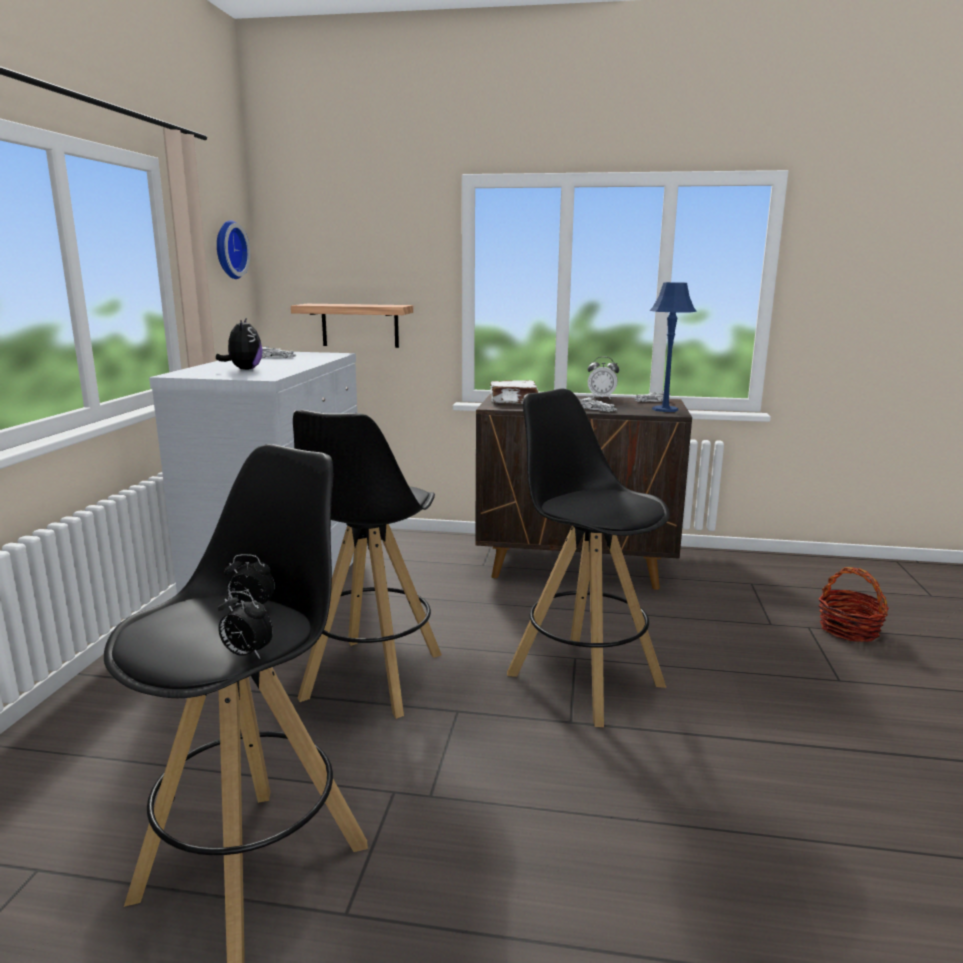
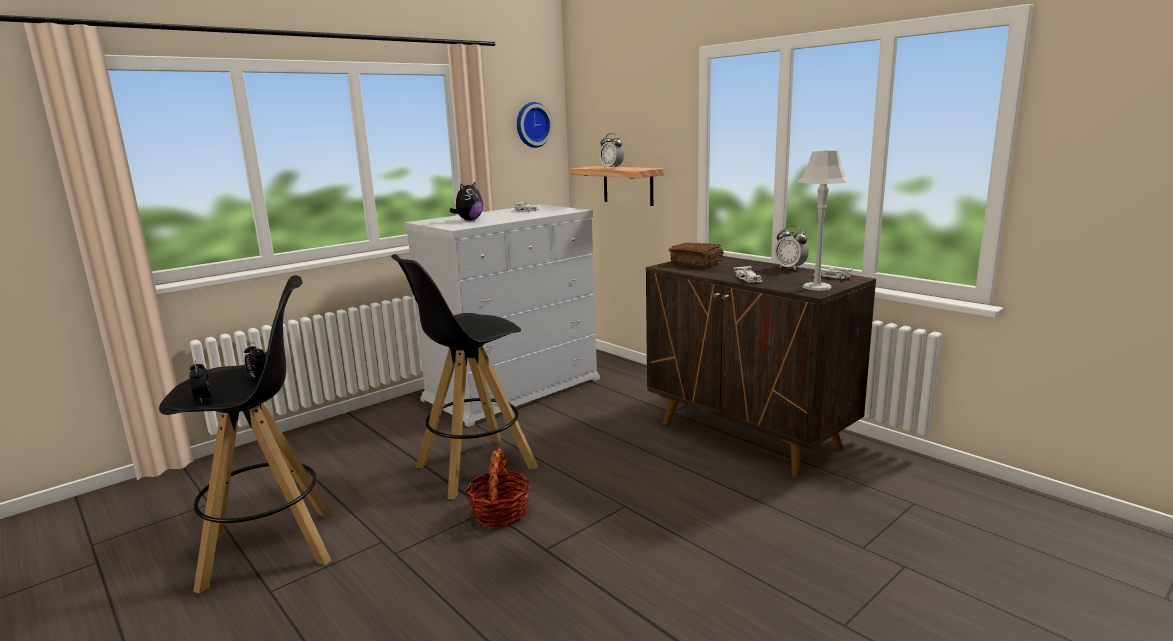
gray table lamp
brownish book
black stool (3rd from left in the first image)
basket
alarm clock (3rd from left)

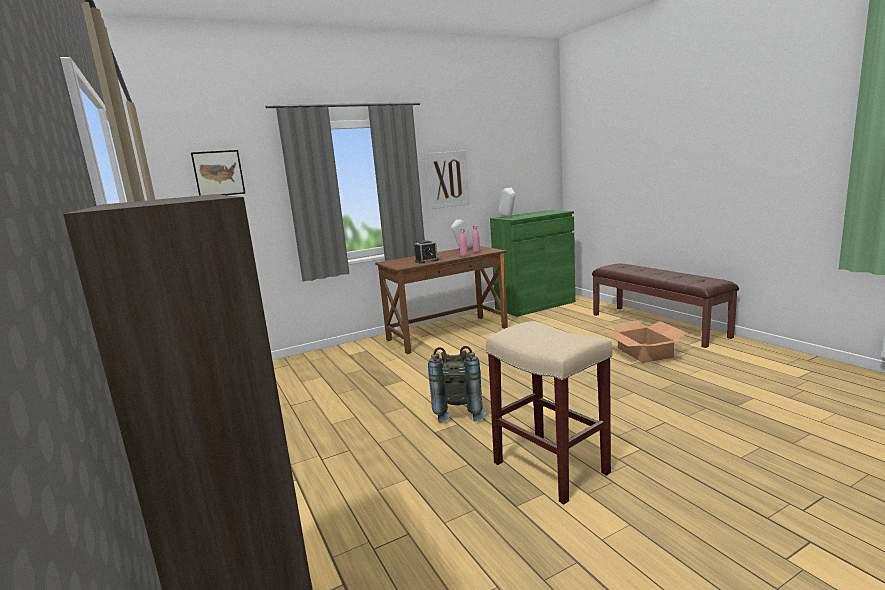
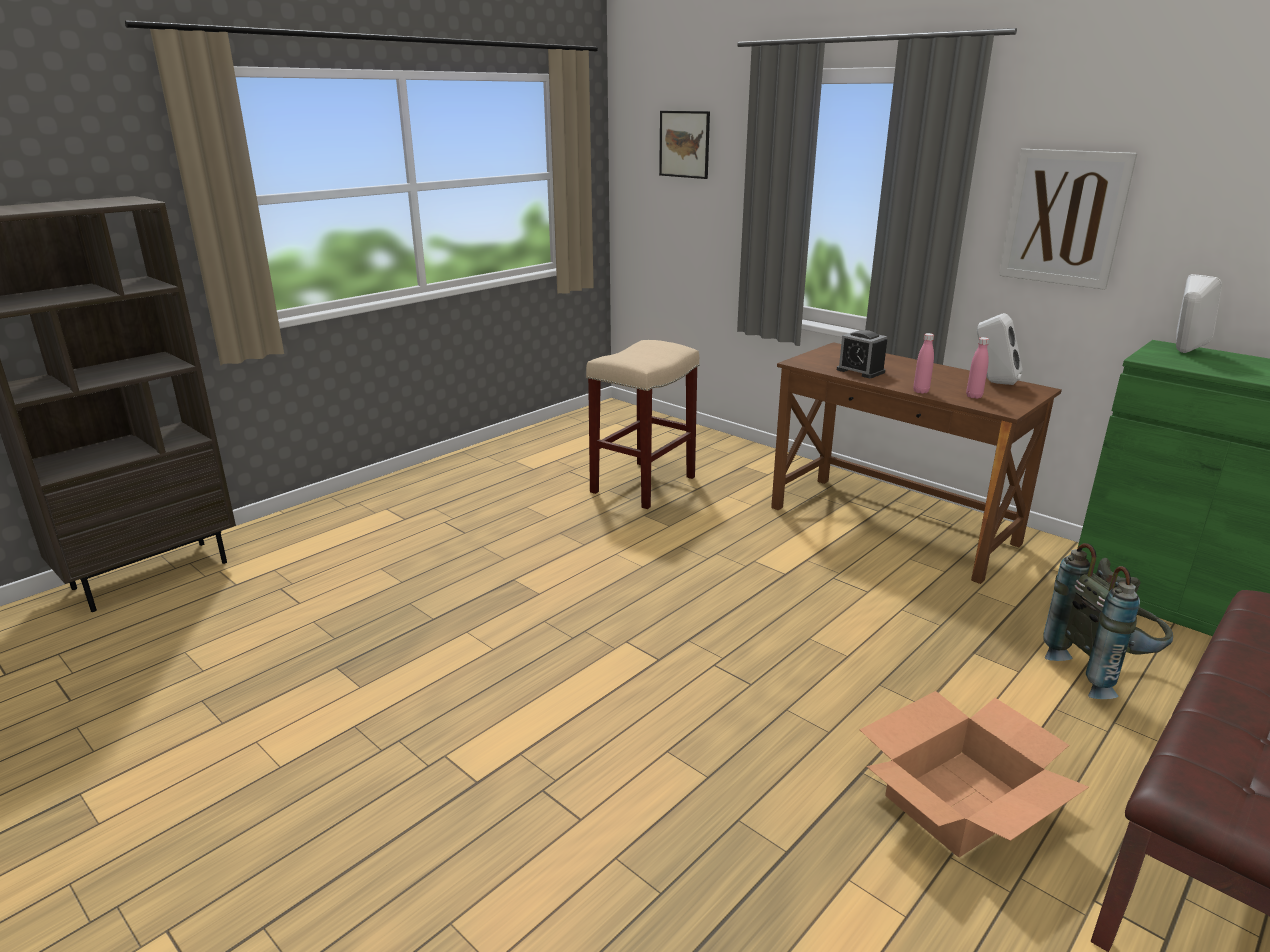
beige-coloured stool
gray rucksack

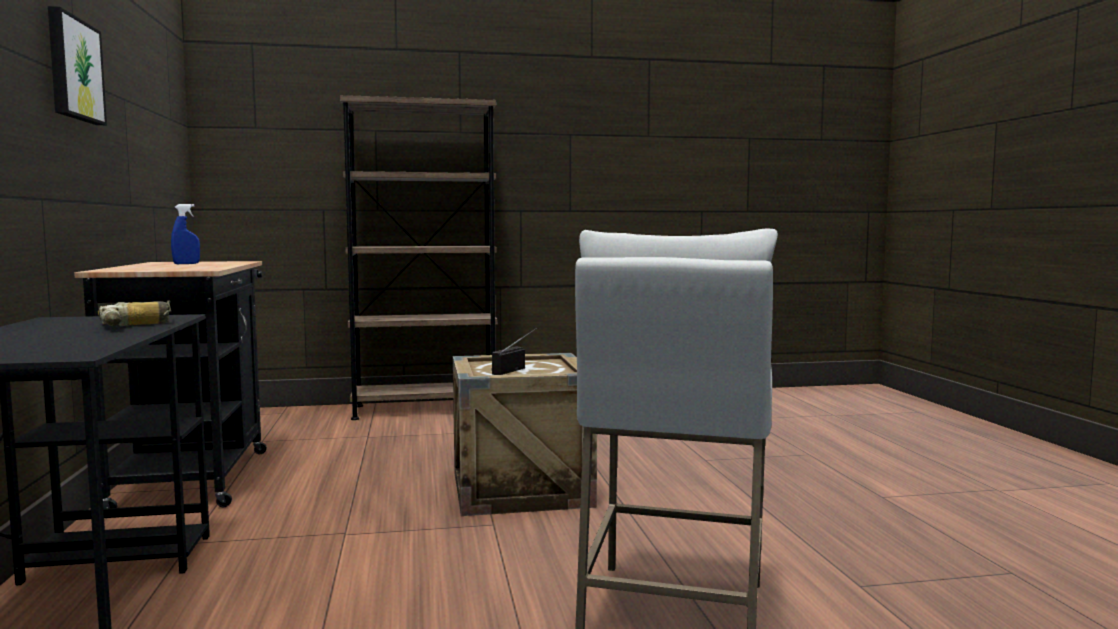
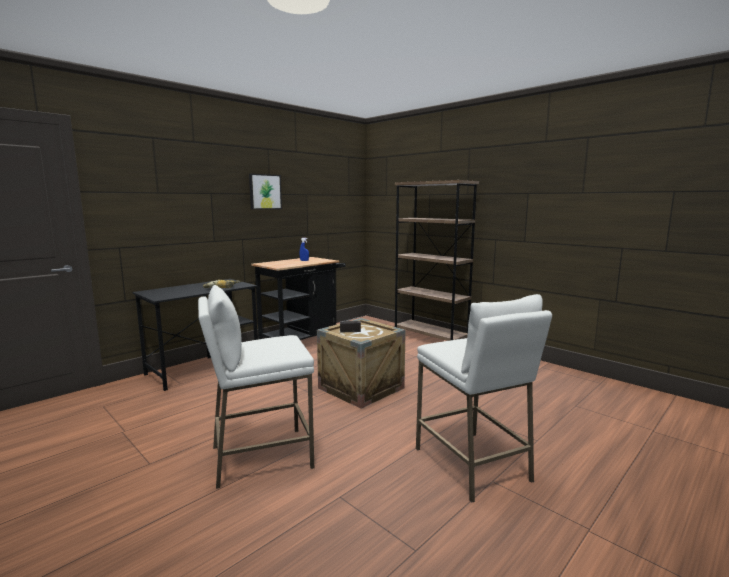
white-coloured stool (2nd from left)

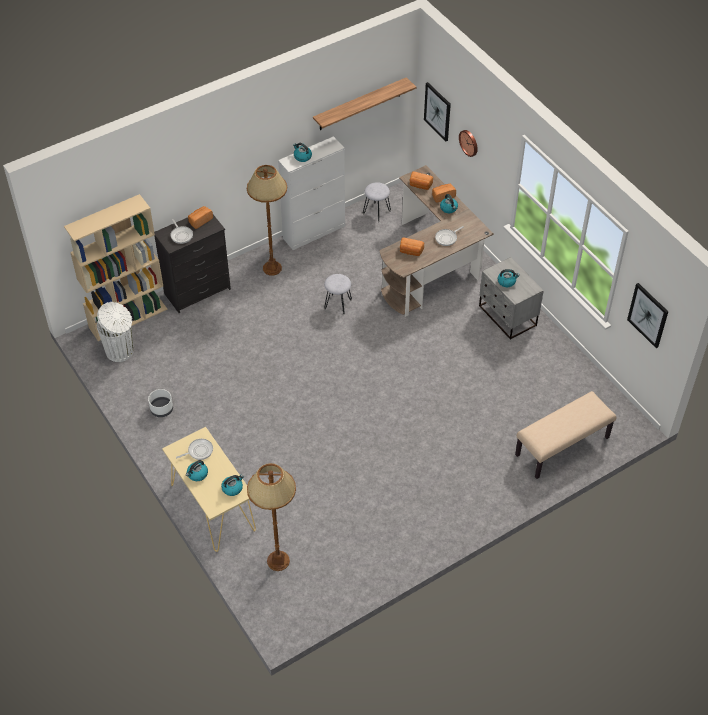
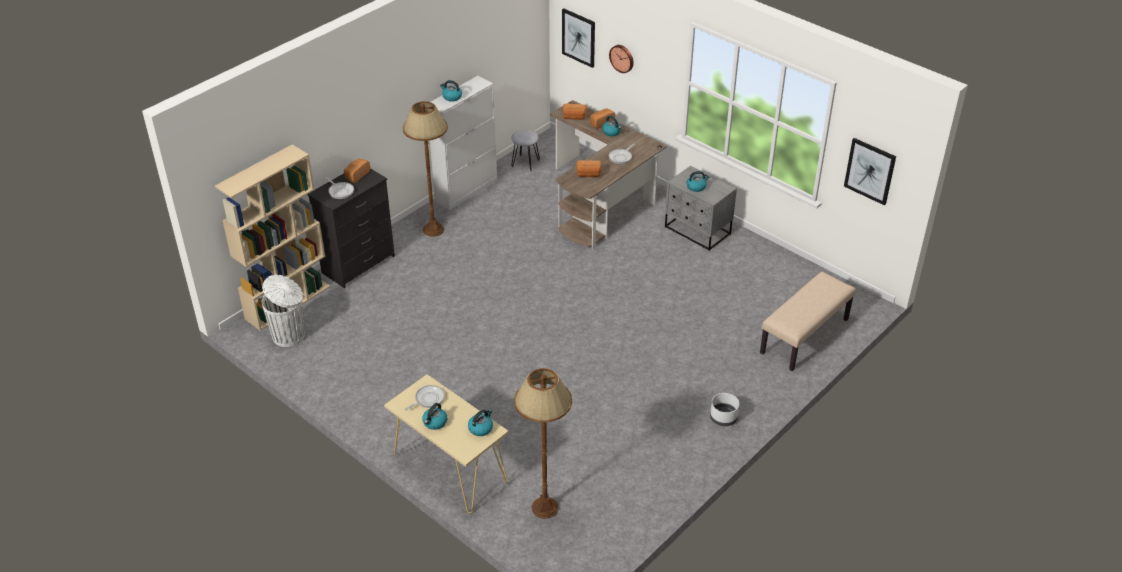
bracket shelf
gray stool (1st from left in the first image)
white-coloured flower pot

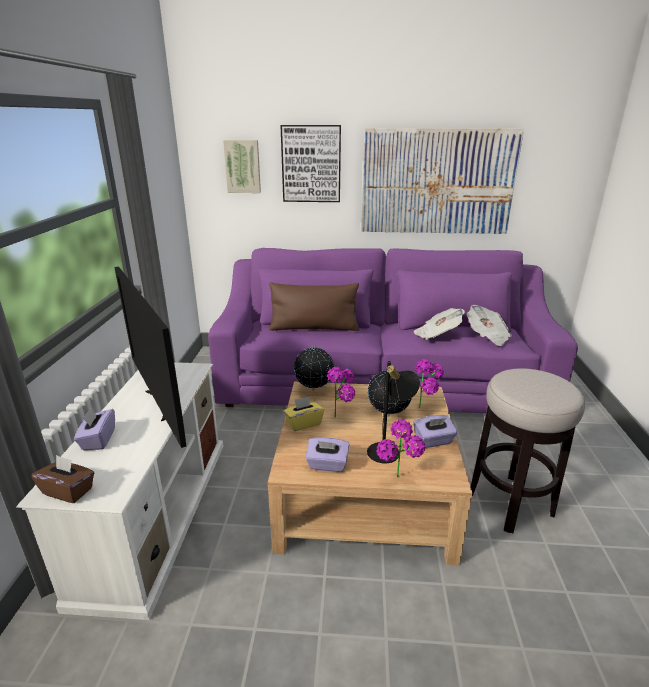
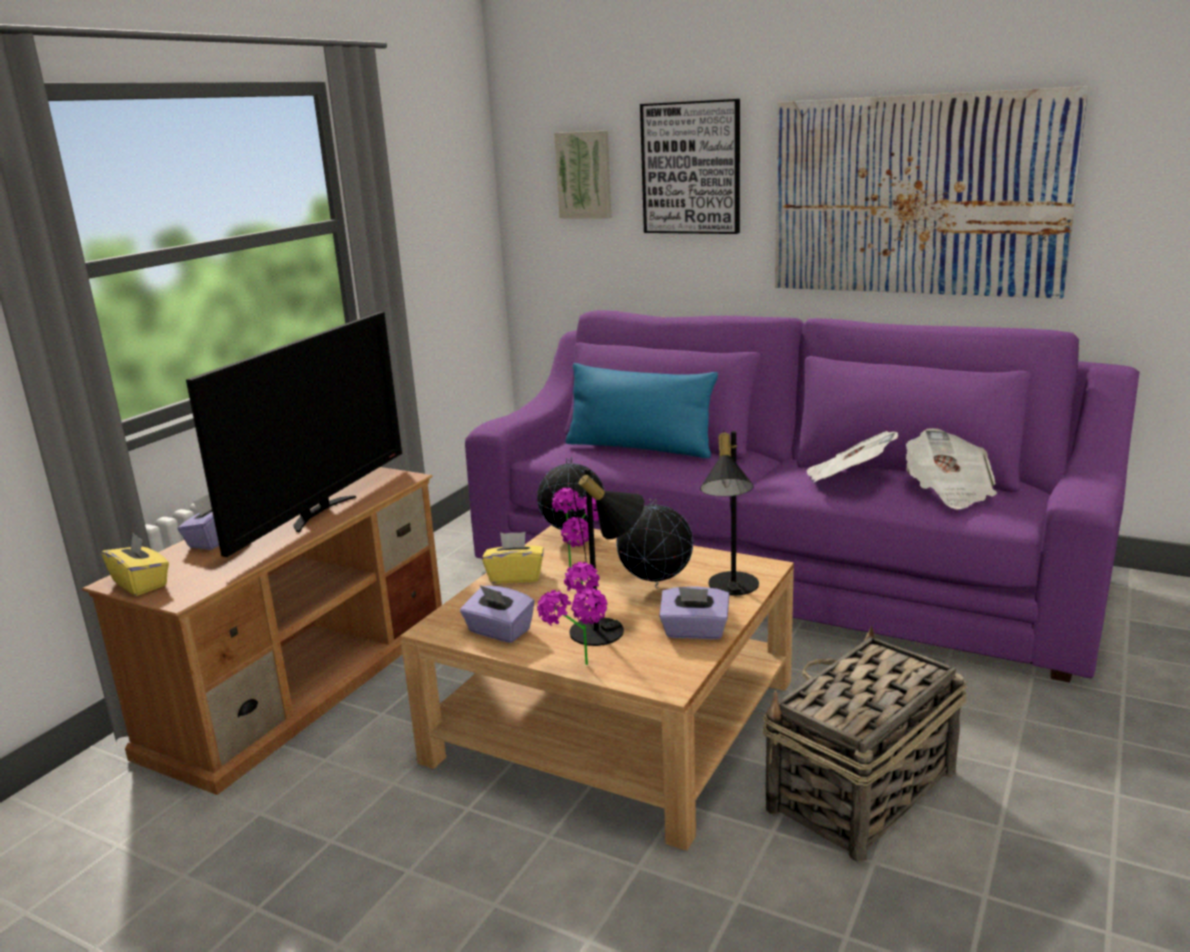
television
blue pillow
black table lamp (2nd from left)
brownish tv stand
basket
yellow tissue box (1st from left)

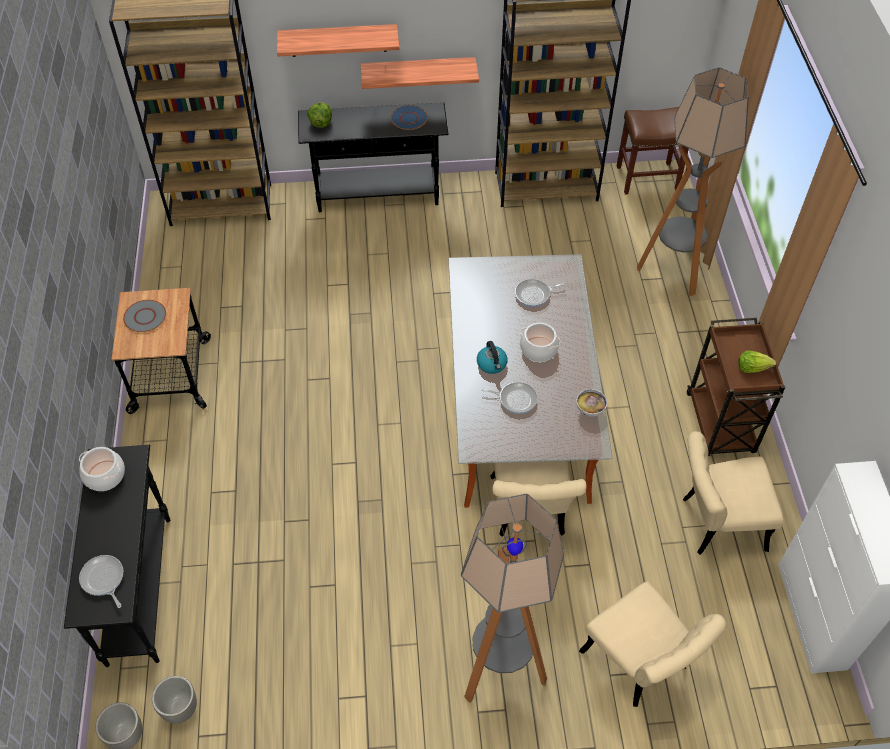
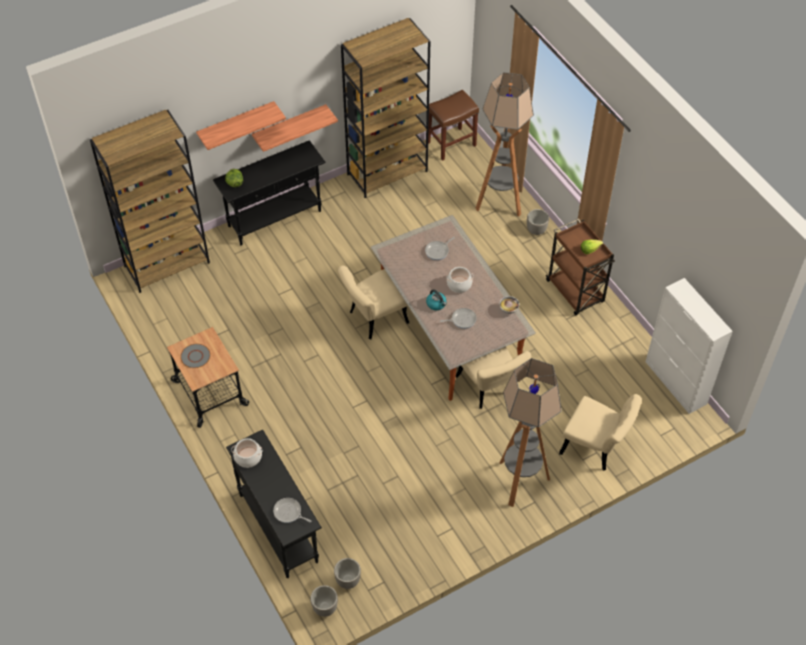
blue plate
beige-coloured plain chair (1st from left)
flower pot (3rd from left)

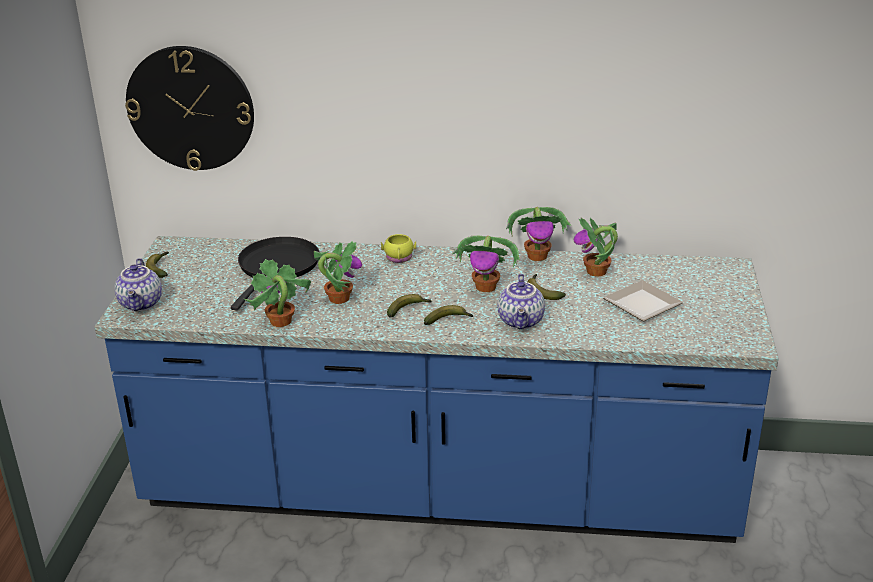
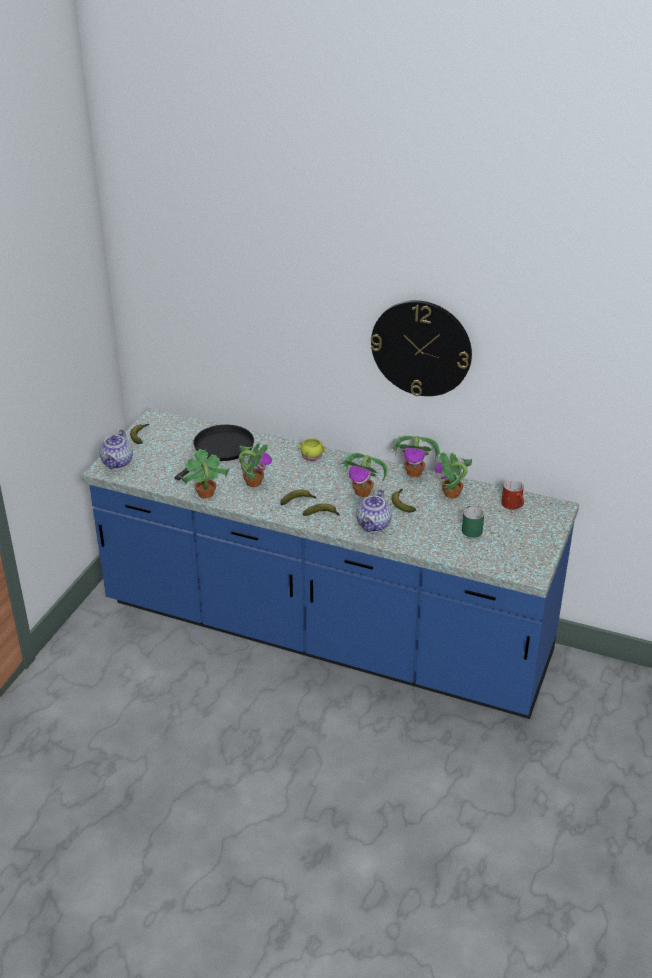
clock on the wall
green tea mug
red-coloured tea mug

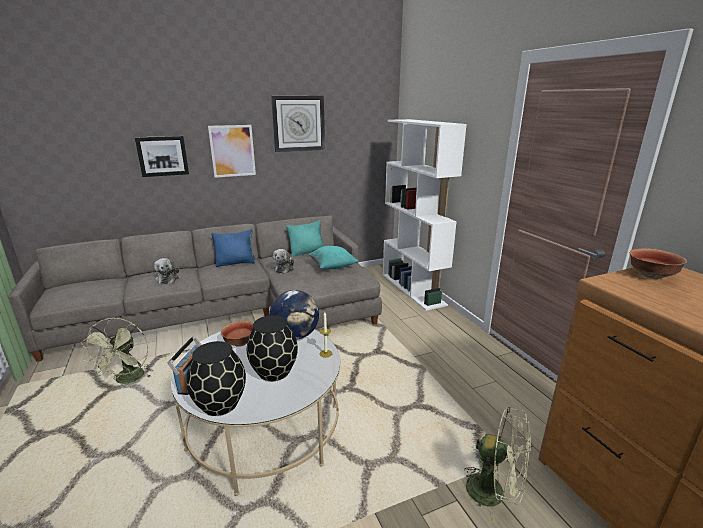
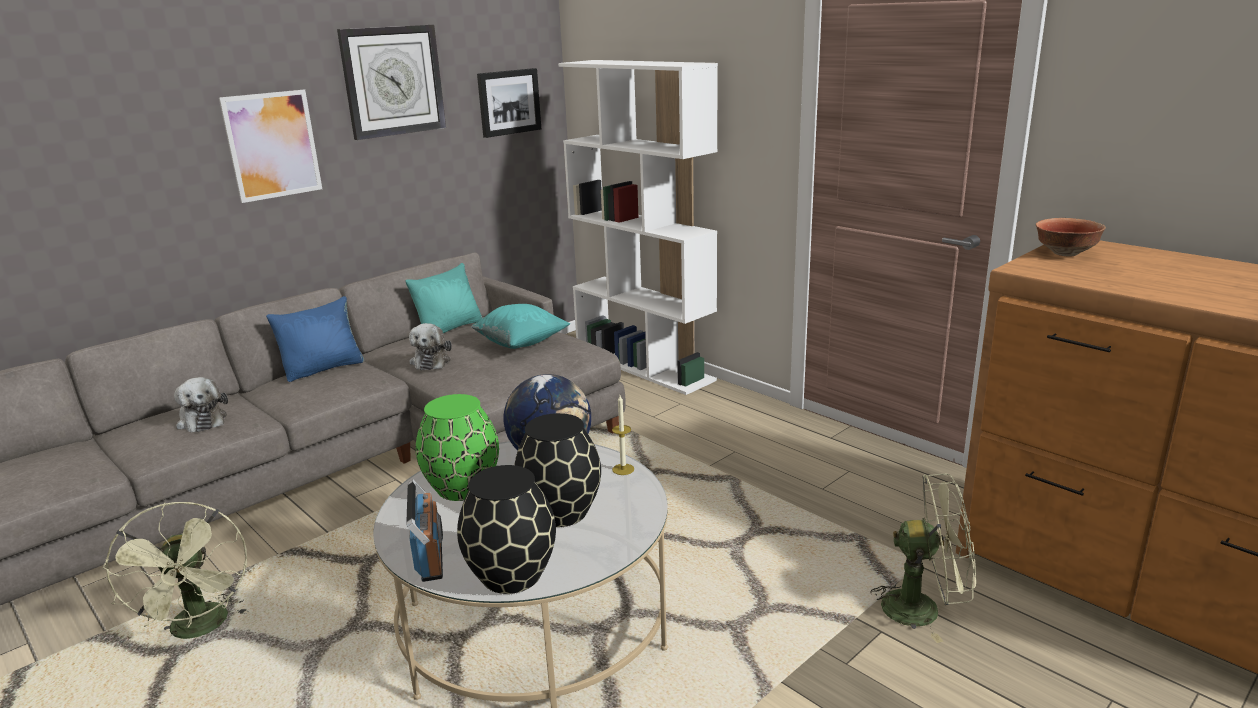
wall picture (2nd from left)
green flower vase

